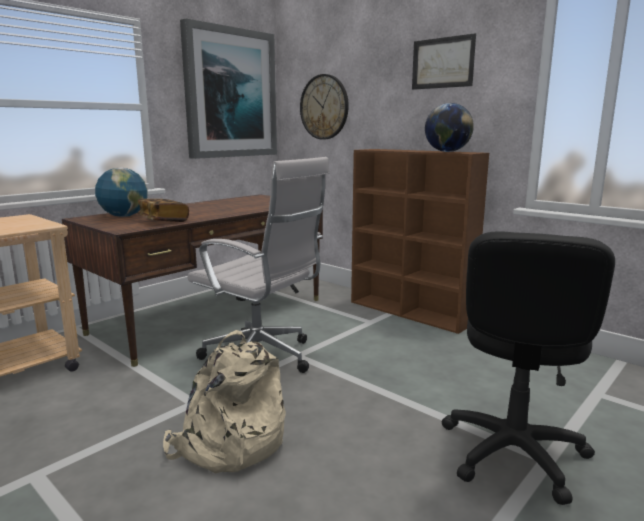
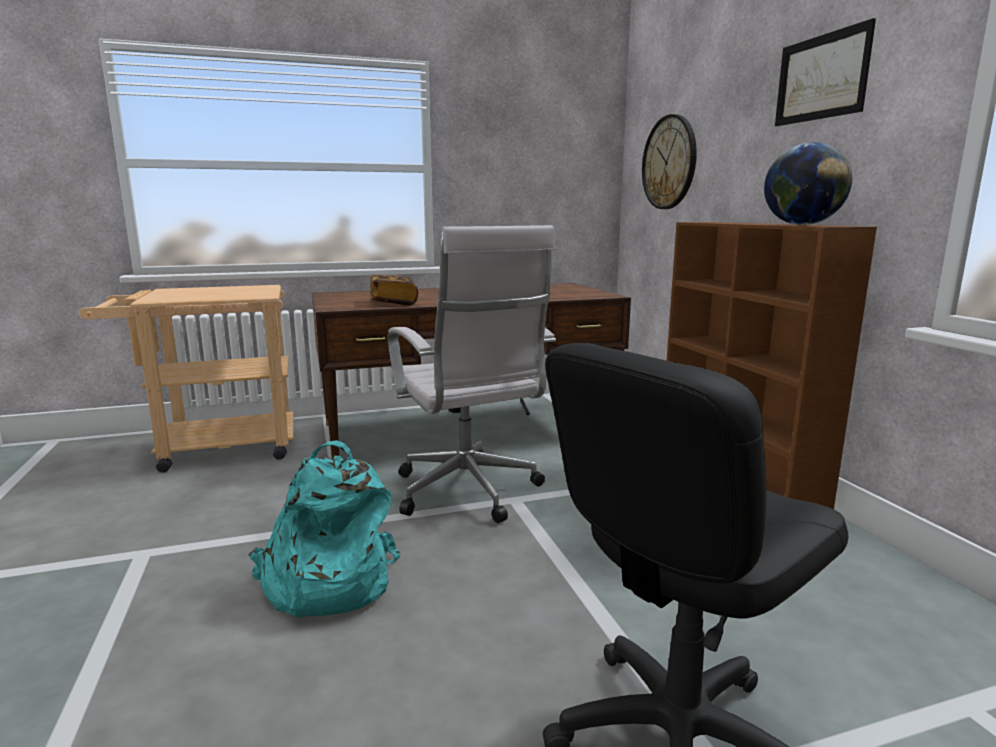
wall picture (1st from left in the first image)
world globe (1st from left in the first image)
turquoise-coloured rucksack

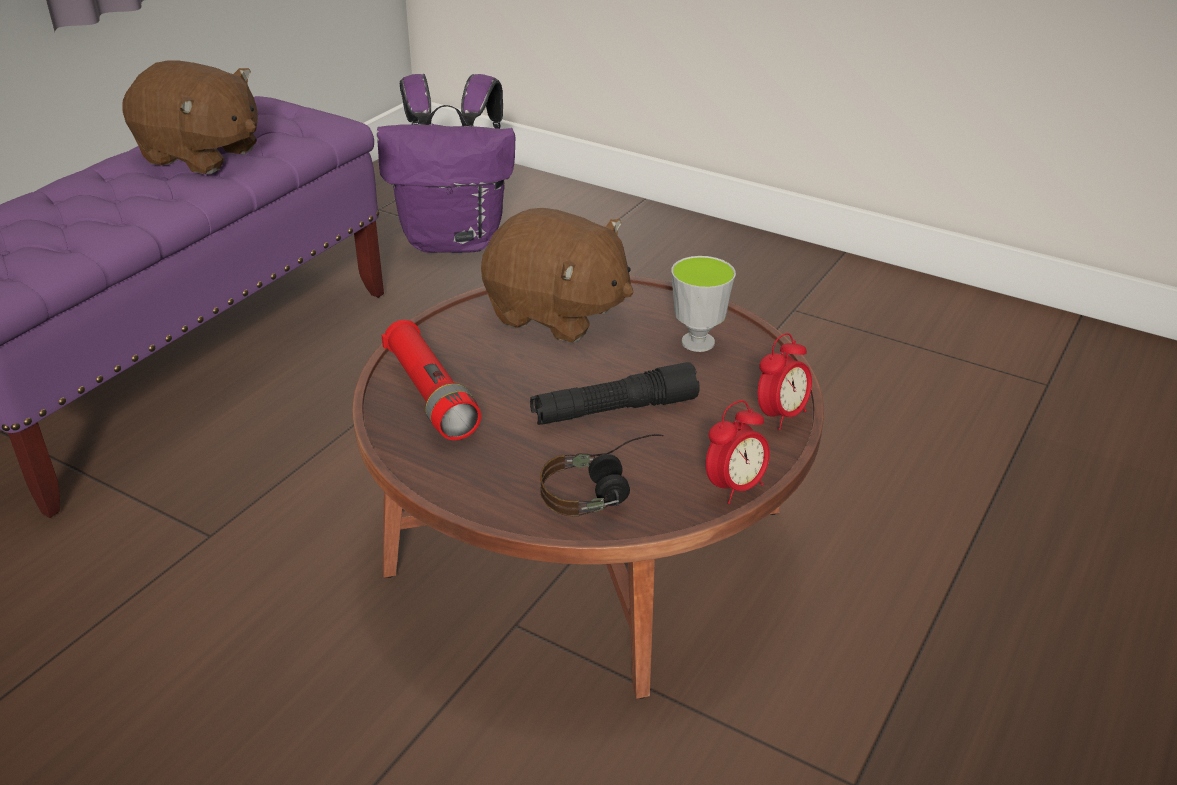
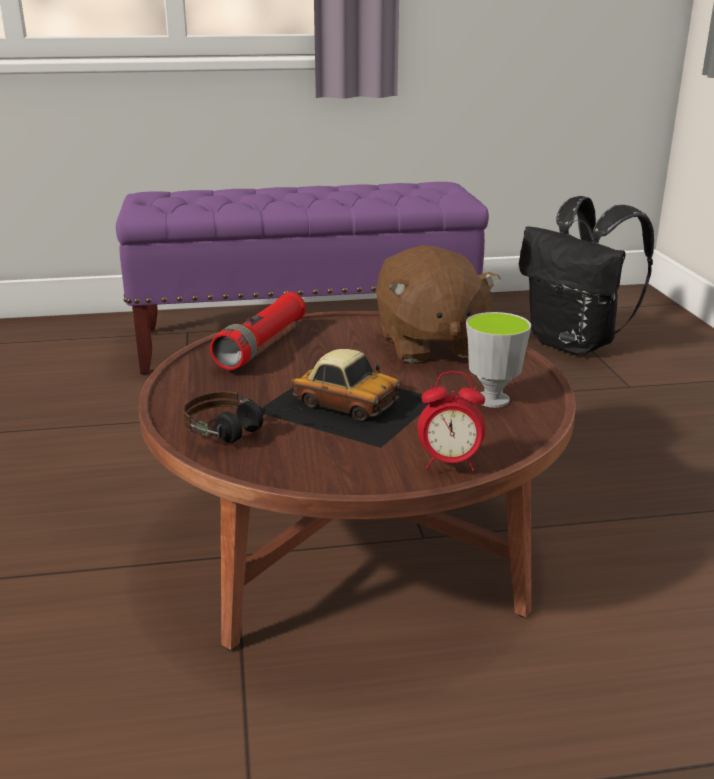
brownish soft toy (1st from left in the first image)
black rucksack
toy car
alarm clock (1st from left in the first image)

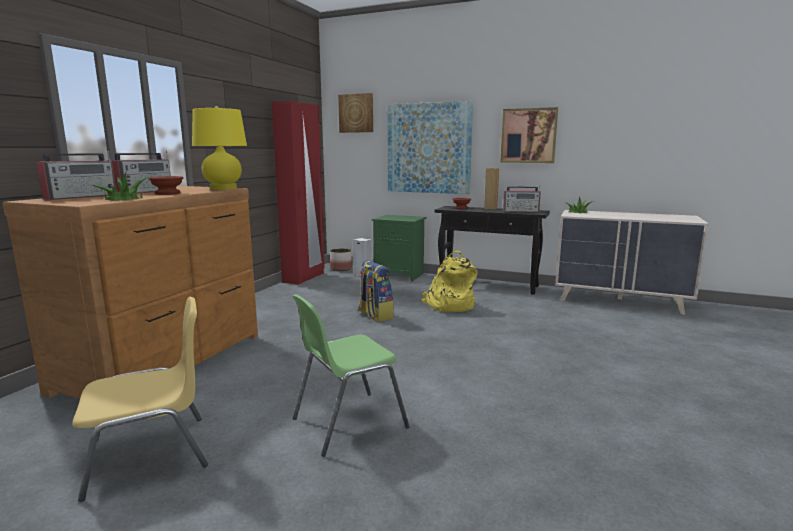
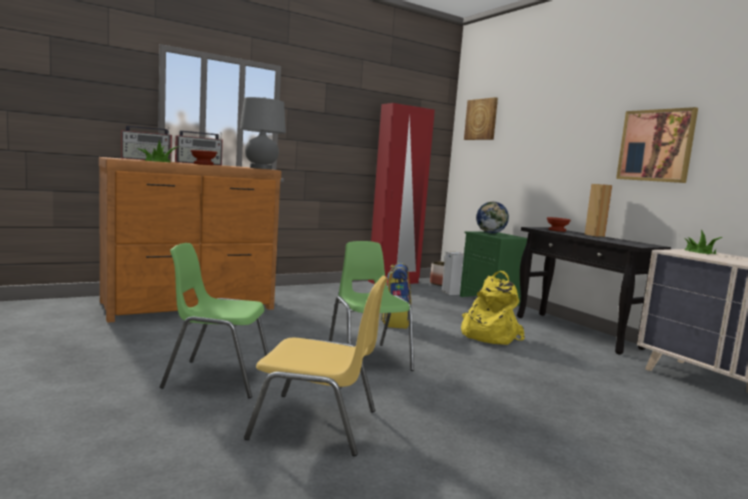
wall picture (2nd from left in the first image)
gray table lamp
radio set (3rd from left in the first image)
yellow plain chair
world globe
green plain chair (2nd from left)

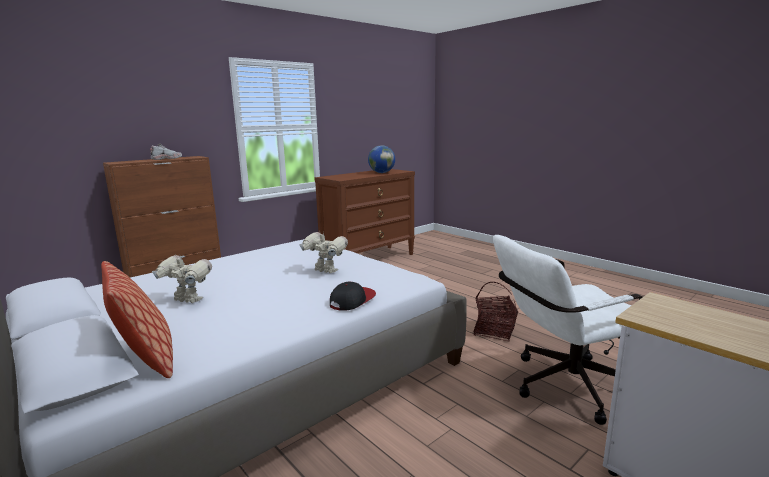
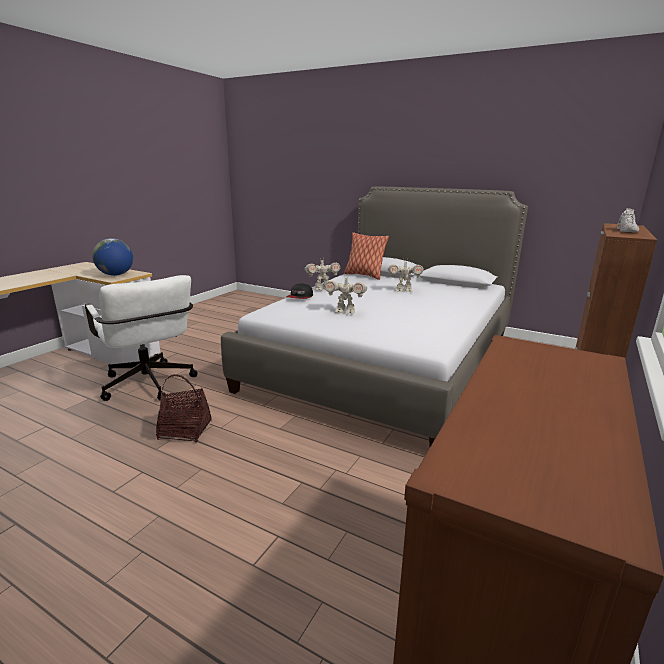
world globe
white-coloured office chair
model robot (1st from left)

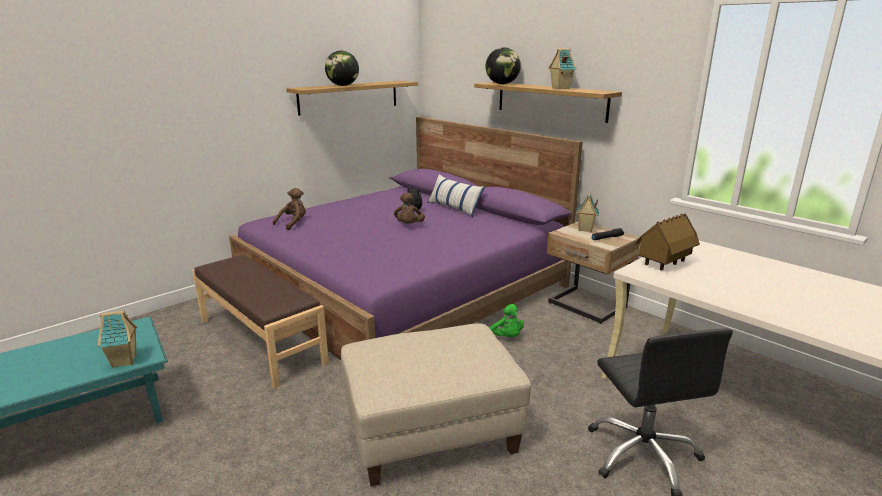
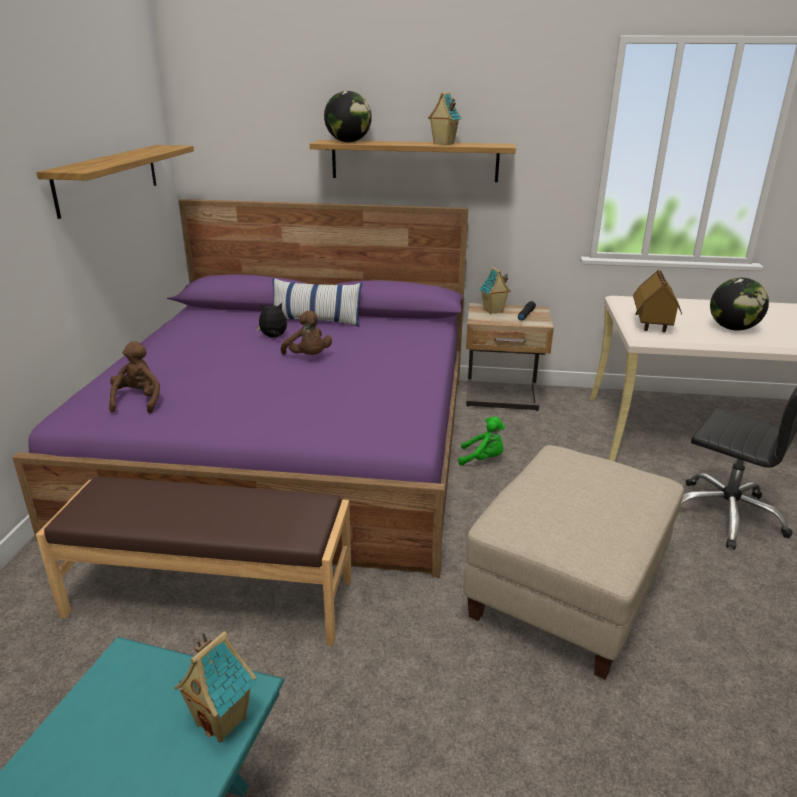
world globe (2nd from left)

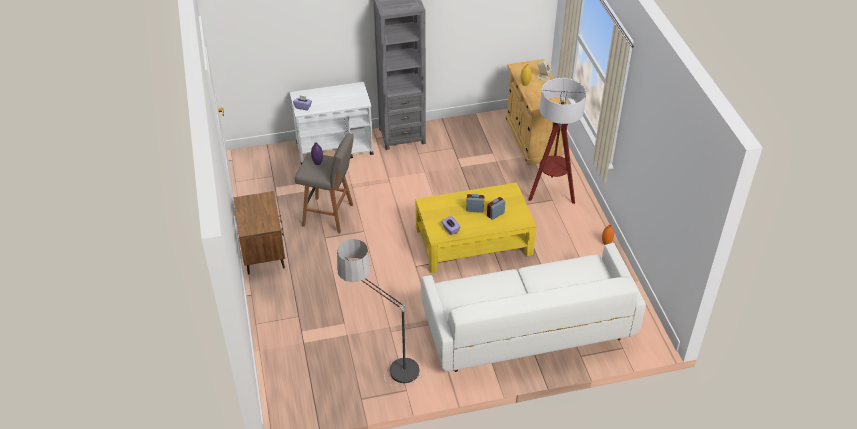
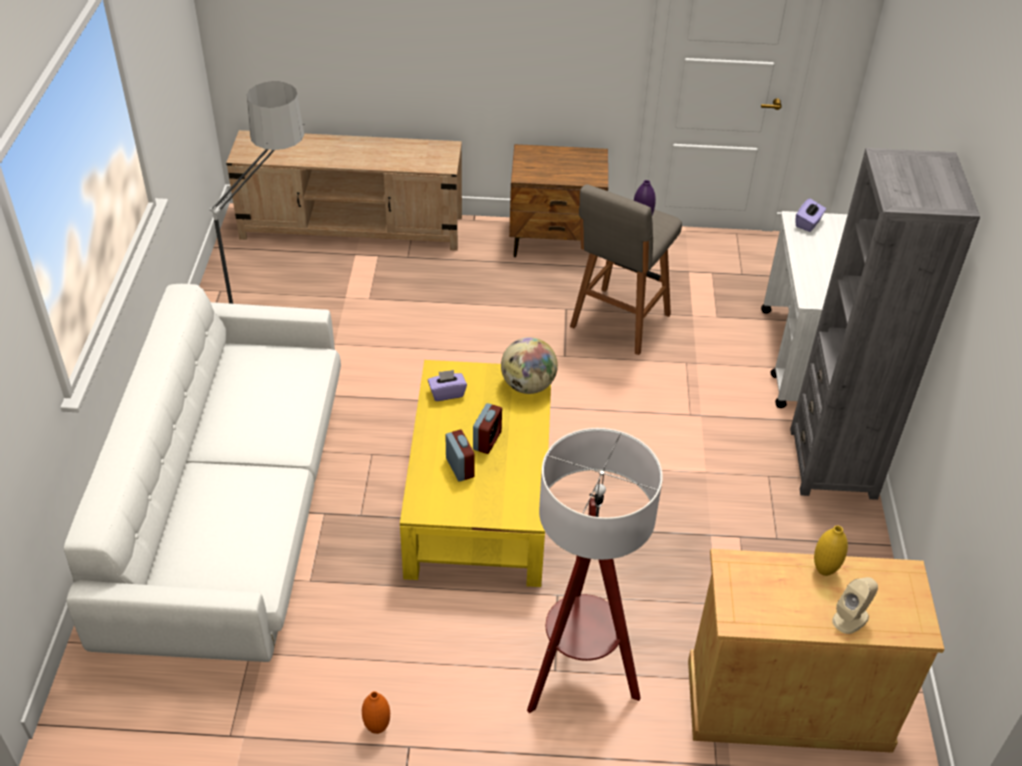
beige-coloured tv stand
world globe

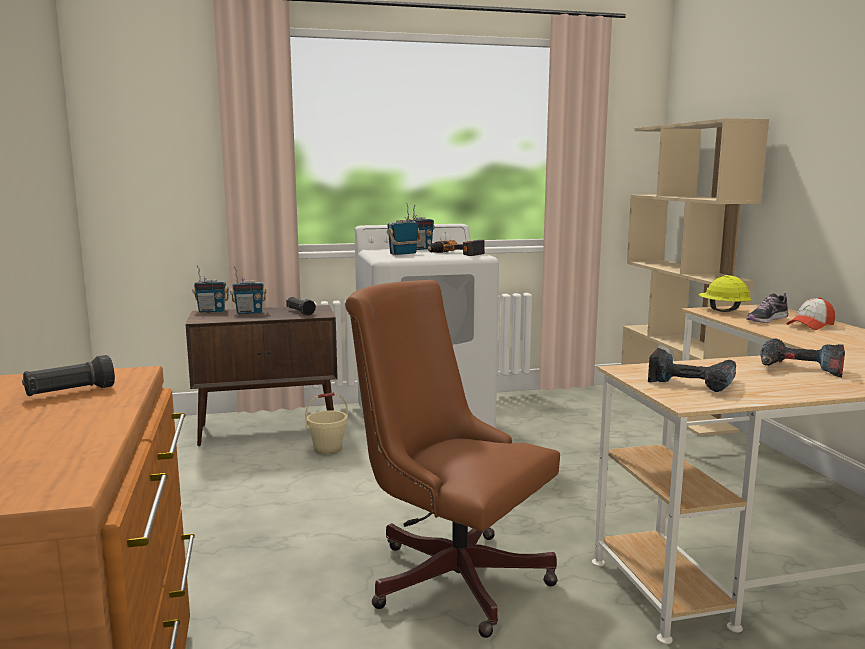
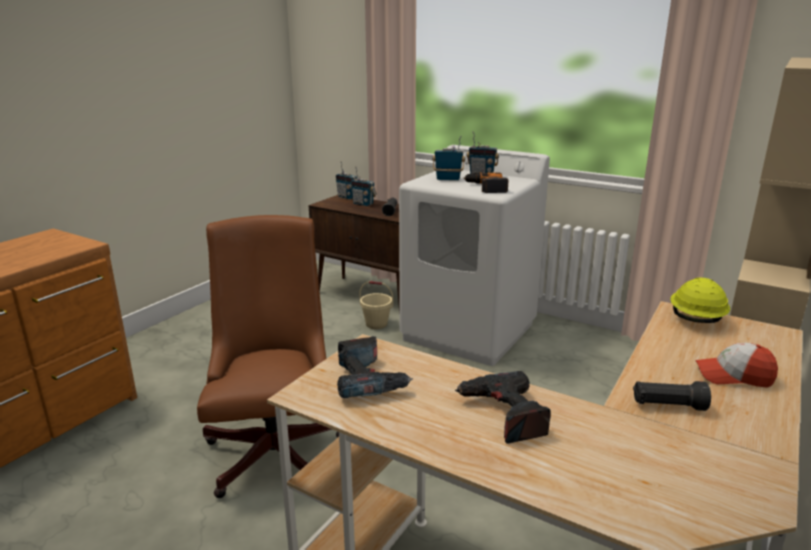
item of footwear
black torch (2nd from left)

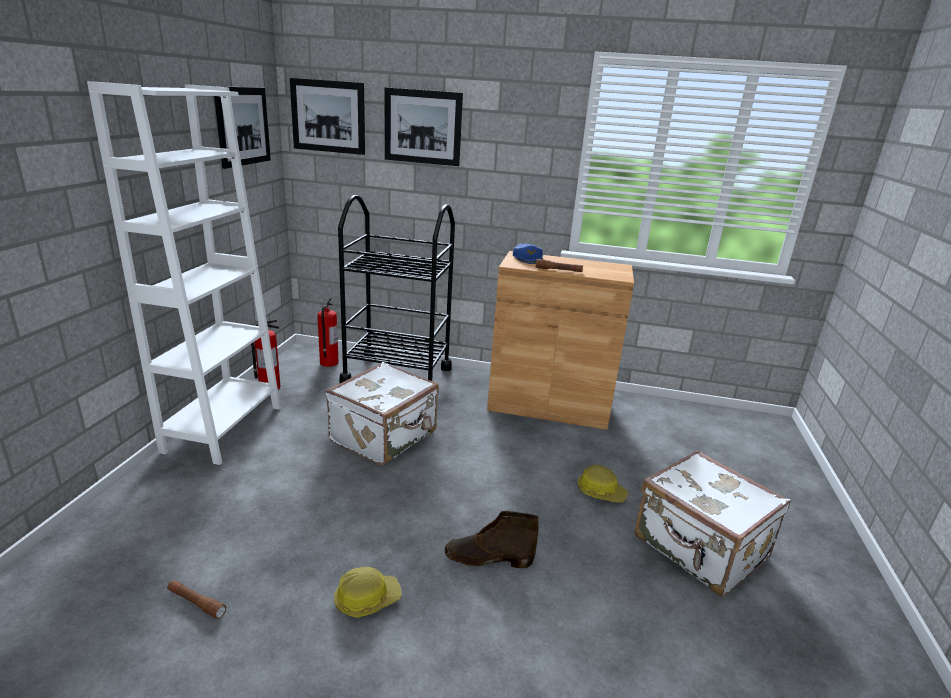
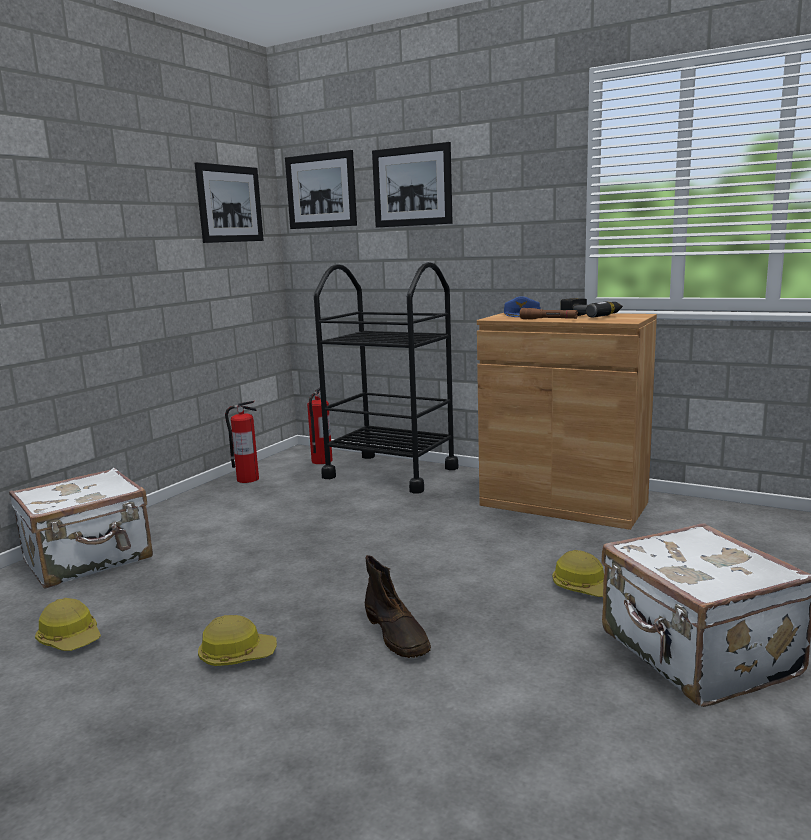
white-coloured bookcase
white-coloured travel case (1st from left)
brownish high-top boot
safety helmet (1st from left)
power drill

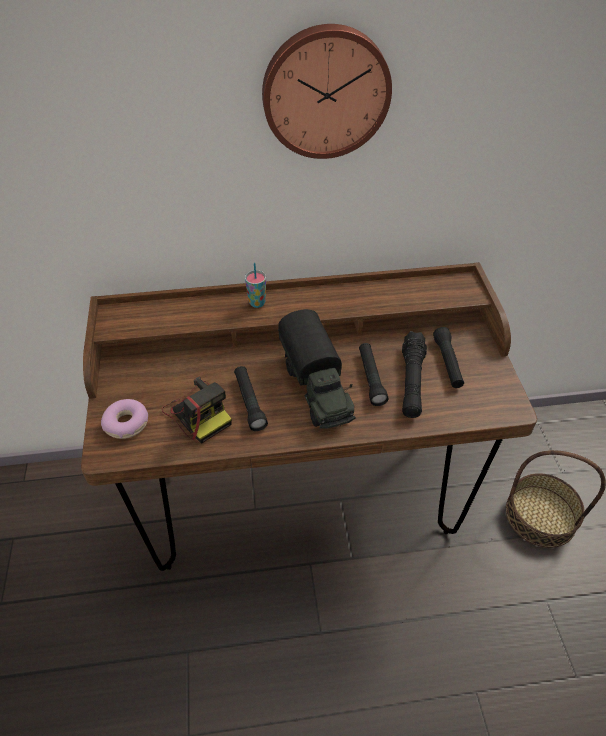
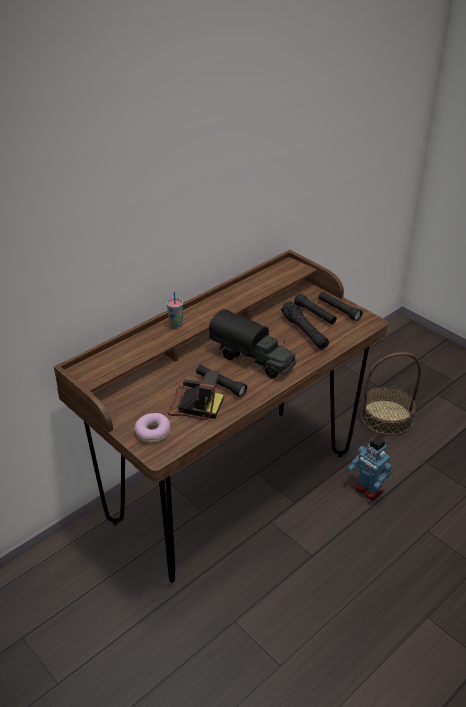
clock on the wall
black torch (4th from left)
model robot

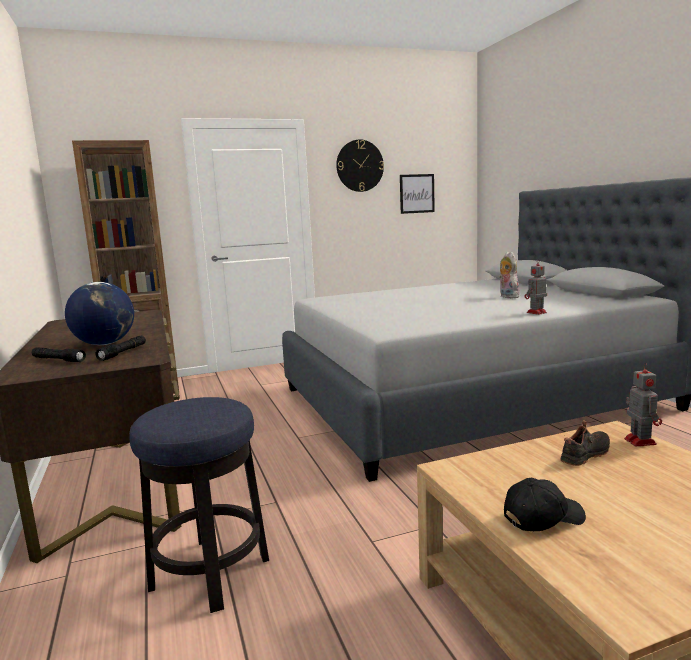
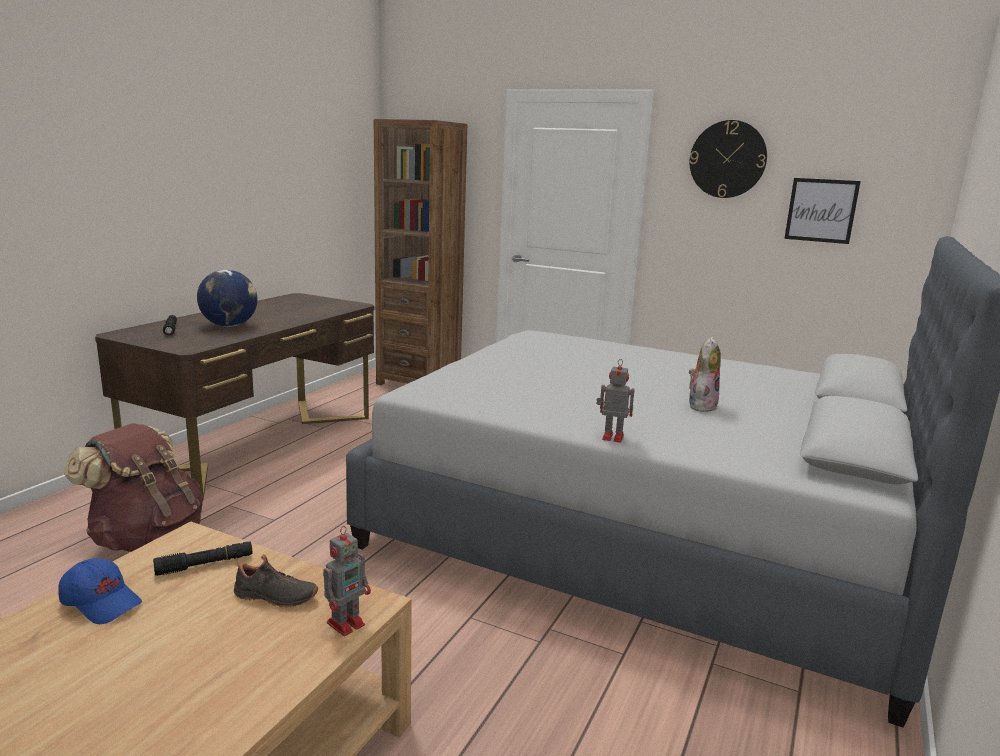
black torch (2nd from left)
brownish rucksack
blue baseball cap

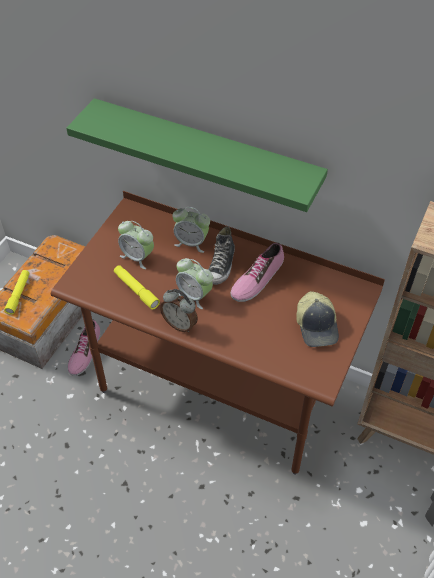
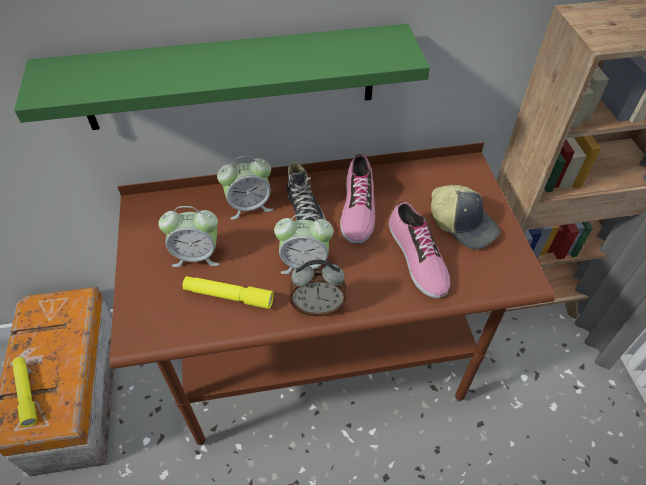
item of footwear (3rd from left)

